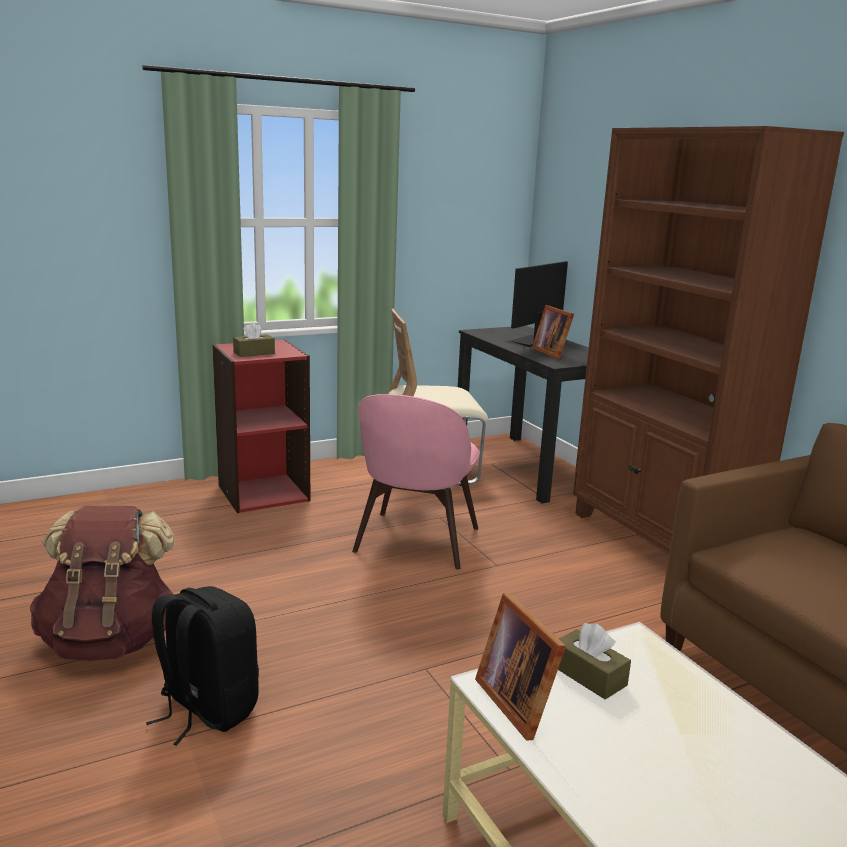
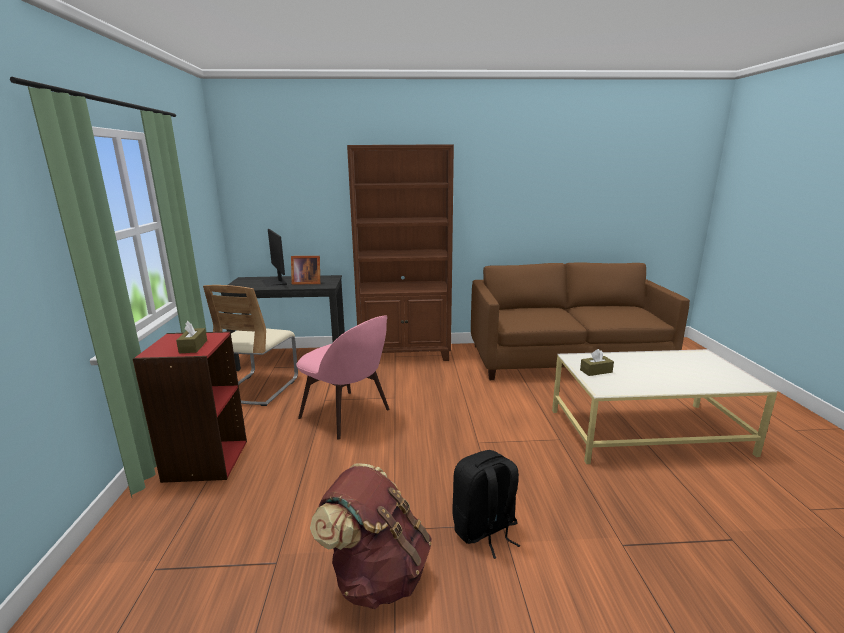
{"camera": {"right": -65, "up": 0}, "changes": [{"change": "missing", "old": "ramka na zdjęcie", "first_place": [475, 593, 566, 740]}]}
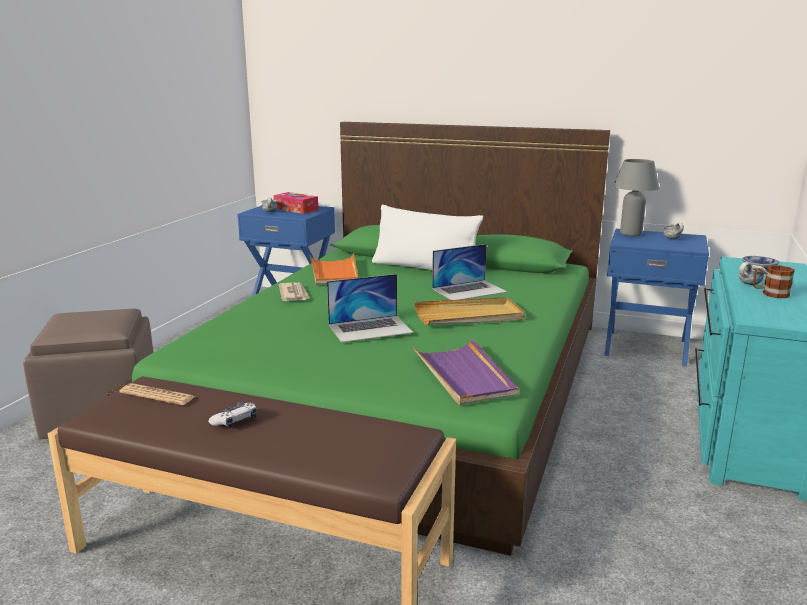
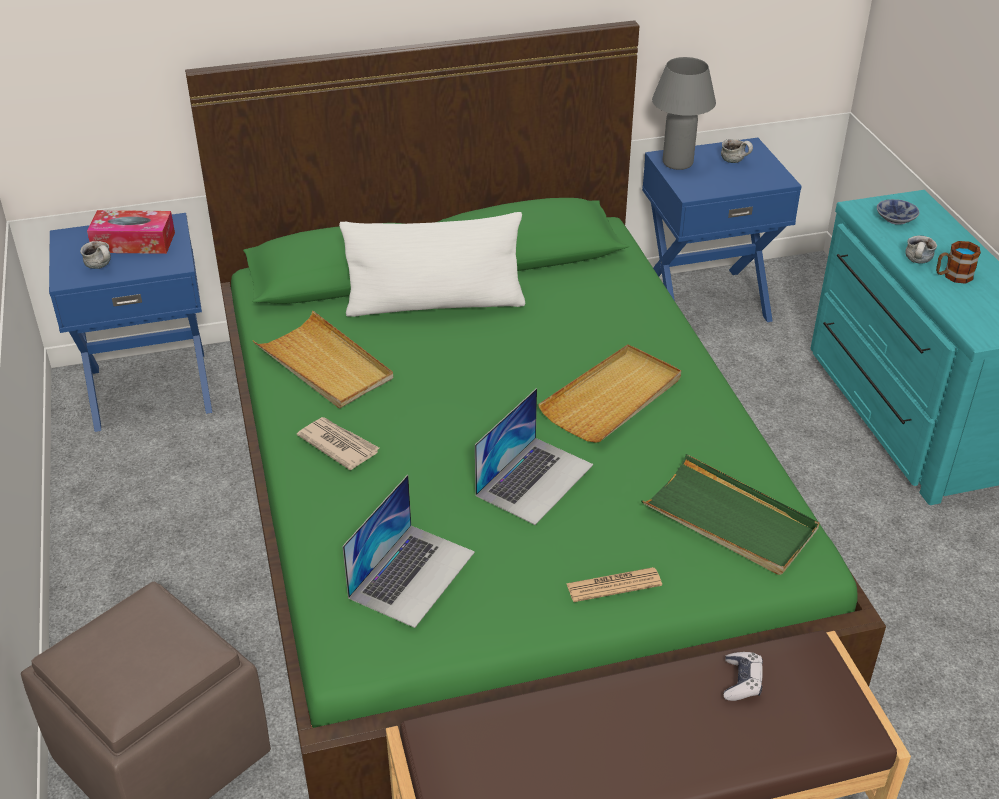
{"camera": {"right": -35, "up": 20}, "changes": [{"change": "relocated", "old": "laptop", "first_place": [432, 244, 507, 300], "second_place": [342, 475, 475, 628]}, {"change": "colour", "old": "taca (pomarańczowy)", "new": "taca (beżowy)", "first_place": [310, 253, 358, 285], "second_place": [253, 311, 393, 408]}, {"change": "colour", "old": "taca (fioletowy)", "new": "taca (zielony)", "first_place": [412, 338, 519, 405], "second_place": [641, 454, 819, 575]}, {"change": "relocated", "old": "gazeta", "first_place": [120, 383, 196, 405], "second_place": [566, 567, 662, 602]}, {"change": "relocated", "old": "pad do gier", "first_place": [208, 402, 257, 428], "second_place": [723, 652, 763, 701]}]}
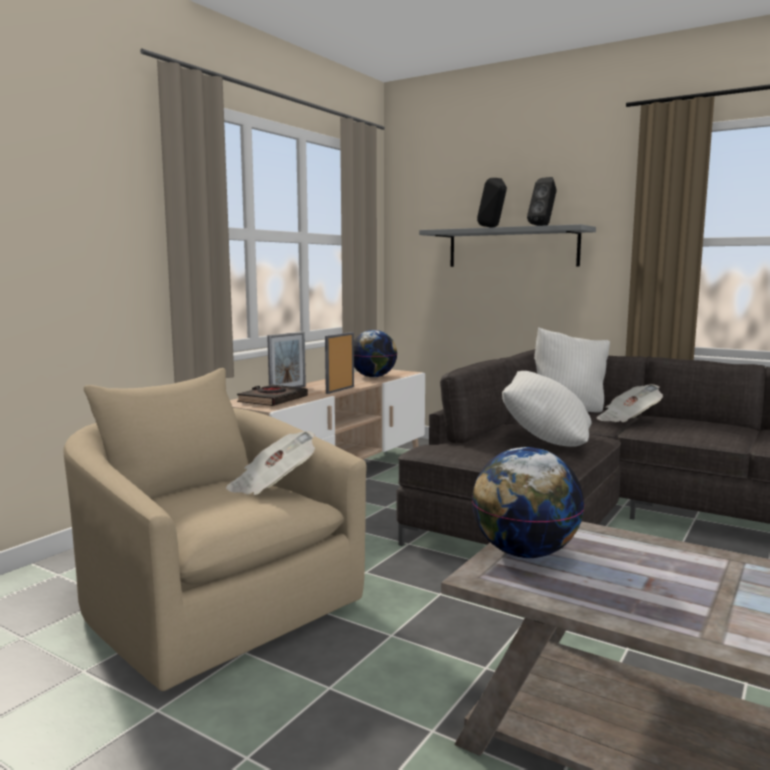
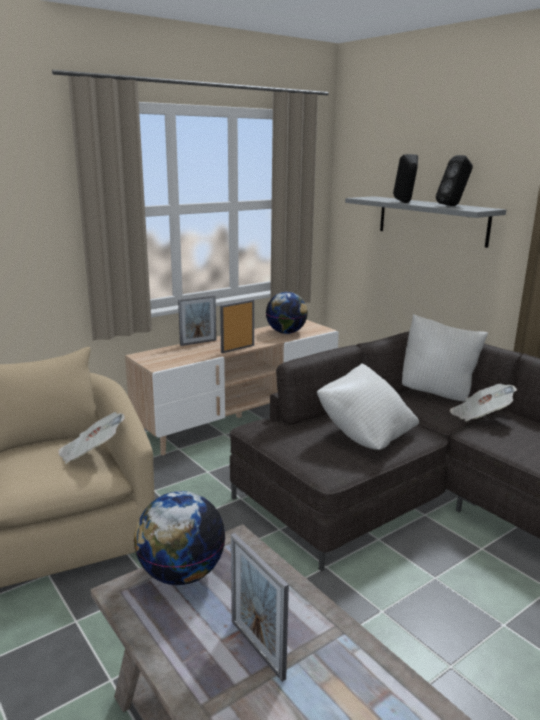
{"camera": {"right": 20, "up": 10}, "changes": [{"change": "missing", "old": "książka (czarny)", "first_place": [237, 385, 308, 406]}, {"change": "appeared", "new": "ramka na zdjęcie", "second_place": [231, 533, 289, 681]}]}
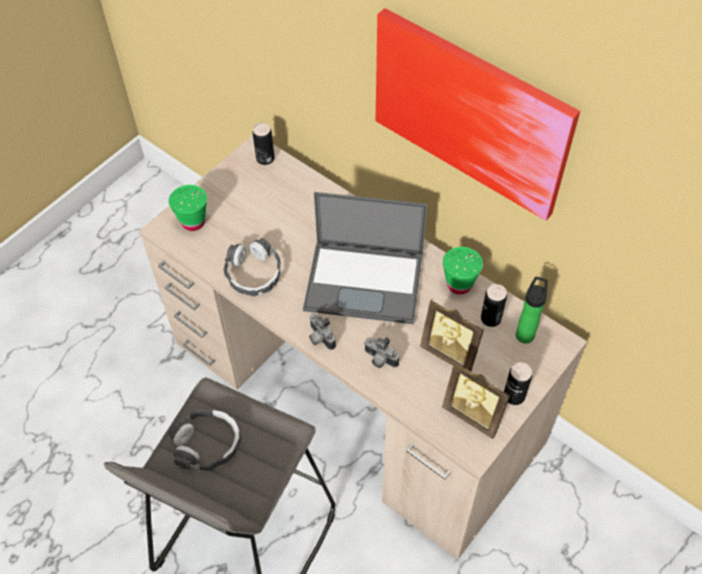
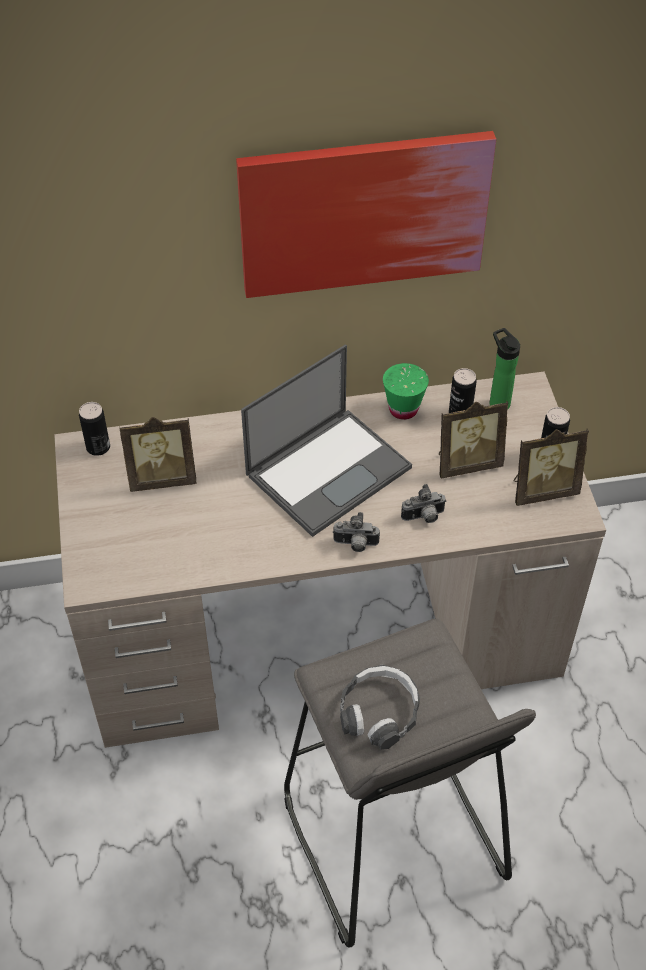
{"camera": {"right": -50, "up": -5}, "changes": [{"change": "missing", "old": "filiżanka (zielony)", "first_place": [169, 185, 207, 231]}, {"change": "missing", "old": "słuchawki", "first_place": [223, 238, 281, 297]}, {"change": "appeared", "new": "ramka na zdjęcie", "second_place": [119, 417, 196, 492]}]}
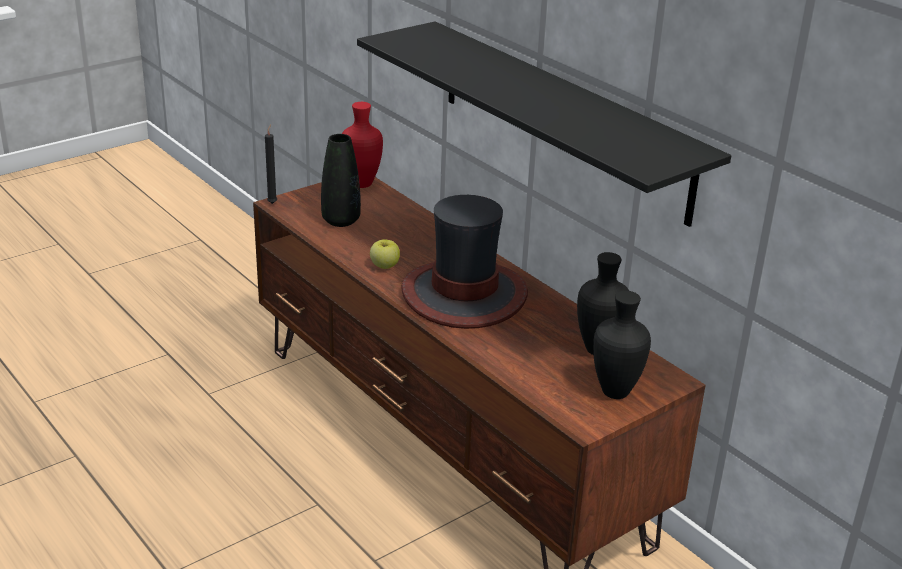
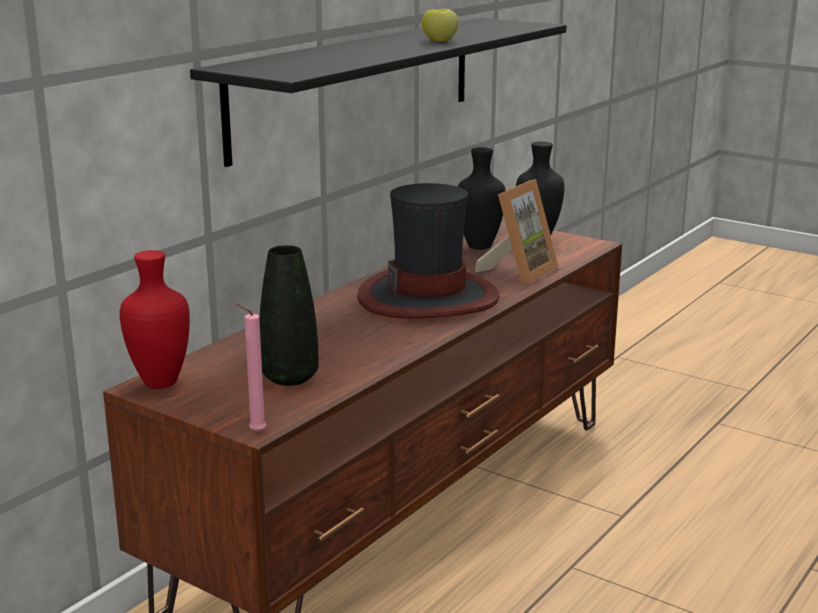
{"camera": {"right": -105, "up": -10}, "changes": [{"change": "colour", "old": "świeca (czarny)", "new": "świeca (różowy)", "first_place": [265, 124, 277, 204], "second_place": [236, 303, 266, 432]}, {"change": "relocated", "old": "jabłko", "first_place": [370, 239, 400, 269], "second_place": [422, 9, 459, 42]}, {"change": "appeared", "new": "ramka na zdjęcie", "second_place": [475, 179, 558, 285]}]}
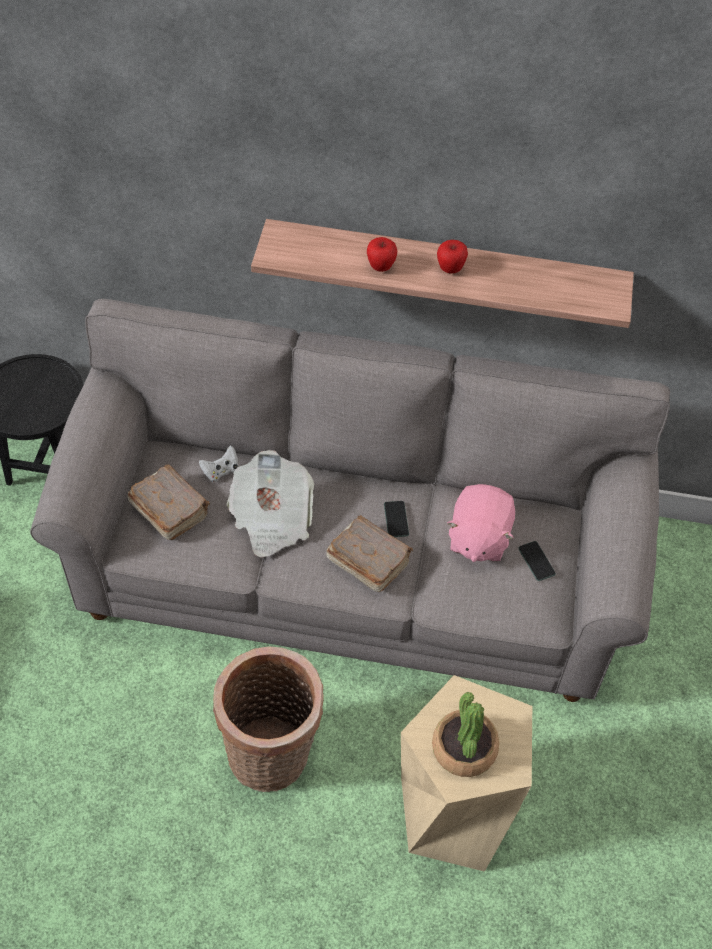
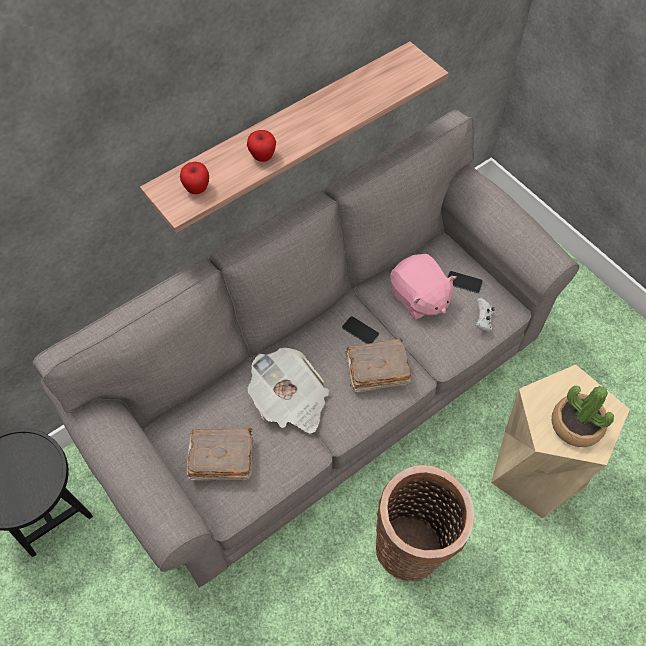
{"camera": {"right": -45, "up": 5}, "changes": [{"change": "relocated", "old": "jabłko", "first_place": [437, 240, 468, 274], "second_place": [180, 162, 209, 194]}, {"change": "relocated", "old": "pad do gier (biały)", "first_place": [199, 446, 238, 482], "second_place": [475, 298, 495, 332]}]}
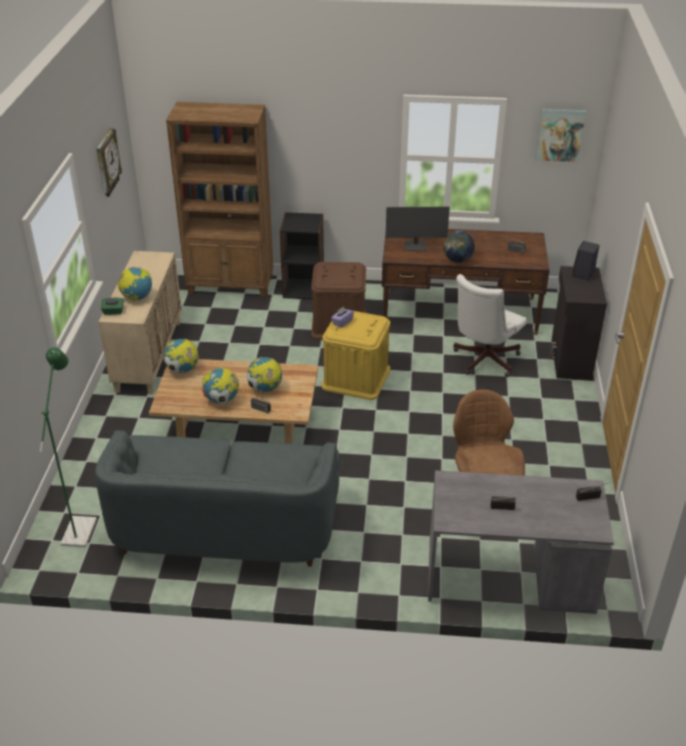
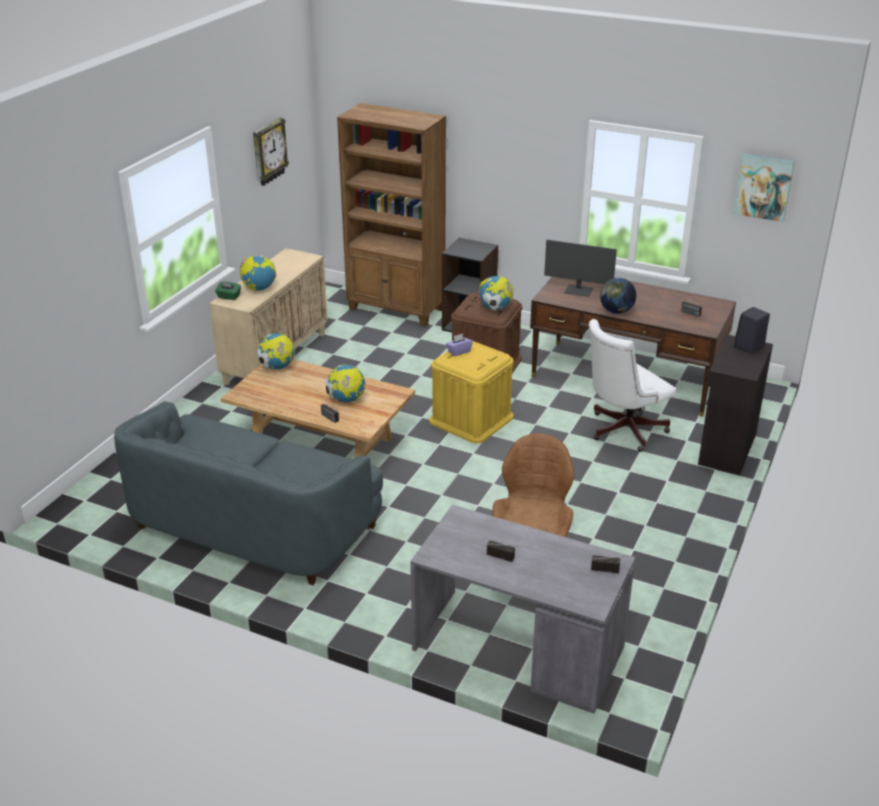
{"camera": {"right": 20, "up": -5}, "changes": [{"change": "missing", "old": "lampa stojąca (zielony)", "first_place": [39, 347, 97, 547]}, {"change": "relocated", "old": "globus", "first_place": [202, 367, 239, 405], "second_place": [478, 276, 513, 311]}]}
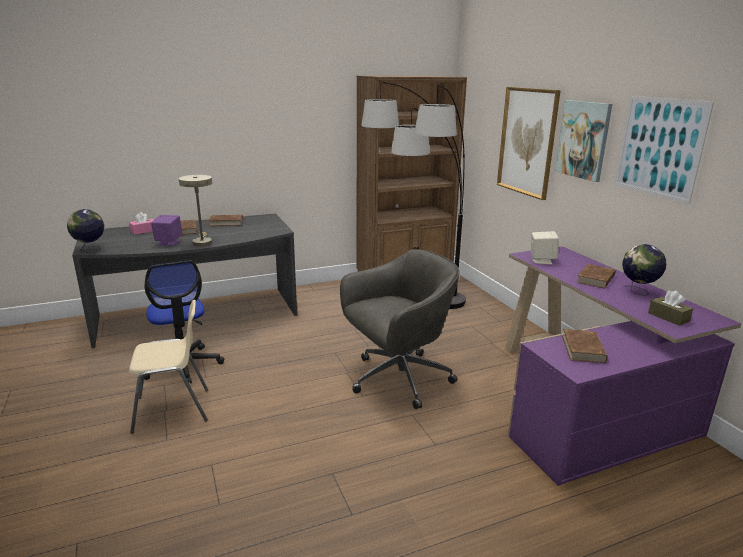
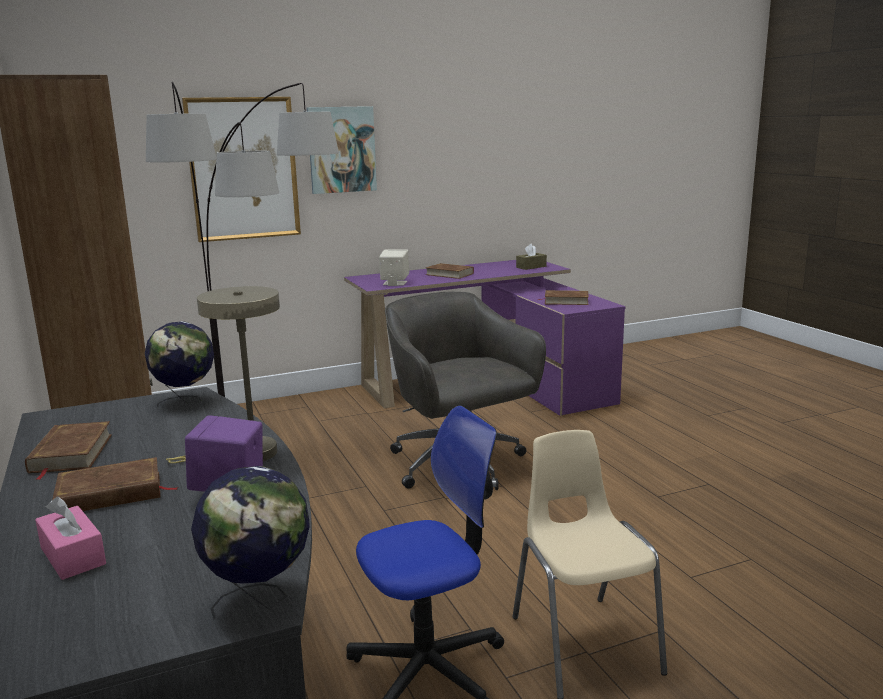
{"camera": {"right": -90, "up": -5}, "changes": [{"change": "missing", "old": "obraz", "first_place": [614, 96, 714, 204]}, {"change": "relocated", "old": "globus", "first_place": [622, 244, 666, 296], "second_place": [145, 321, 214, 407]}]}
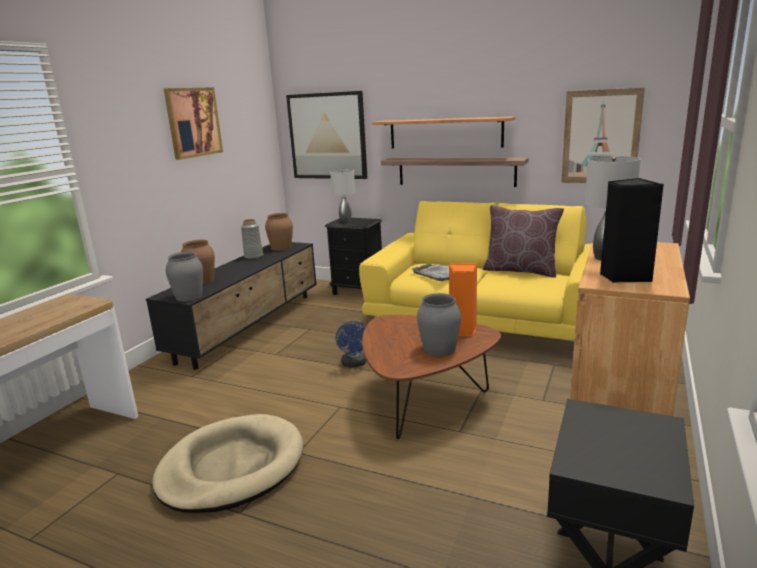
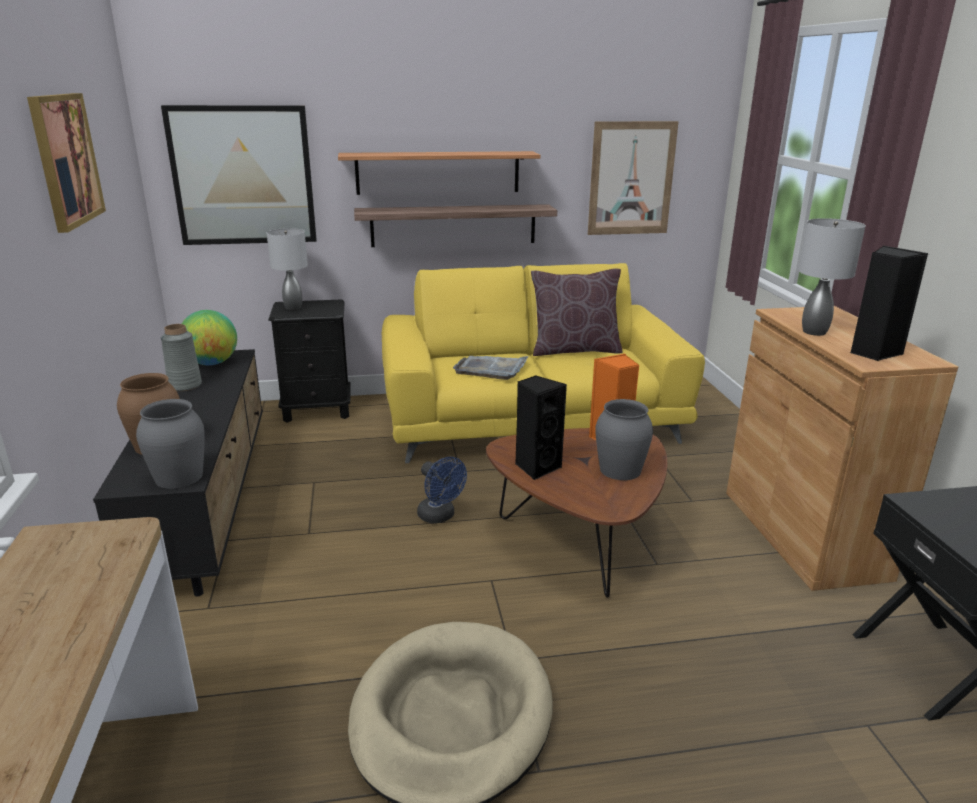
{"camera": {"right": -35, "up": 5}, "changes": [{"change": "exchanged", "old": "wazon (brązowy)", "new": "globus", "first_place": [265, 213, 293, 251], "second_place": [182, 310, 237, 365]}, {"change": "appeared", "new": "głośnik (czarny)", "second_place": [515, 375, 567, 480]}]}
